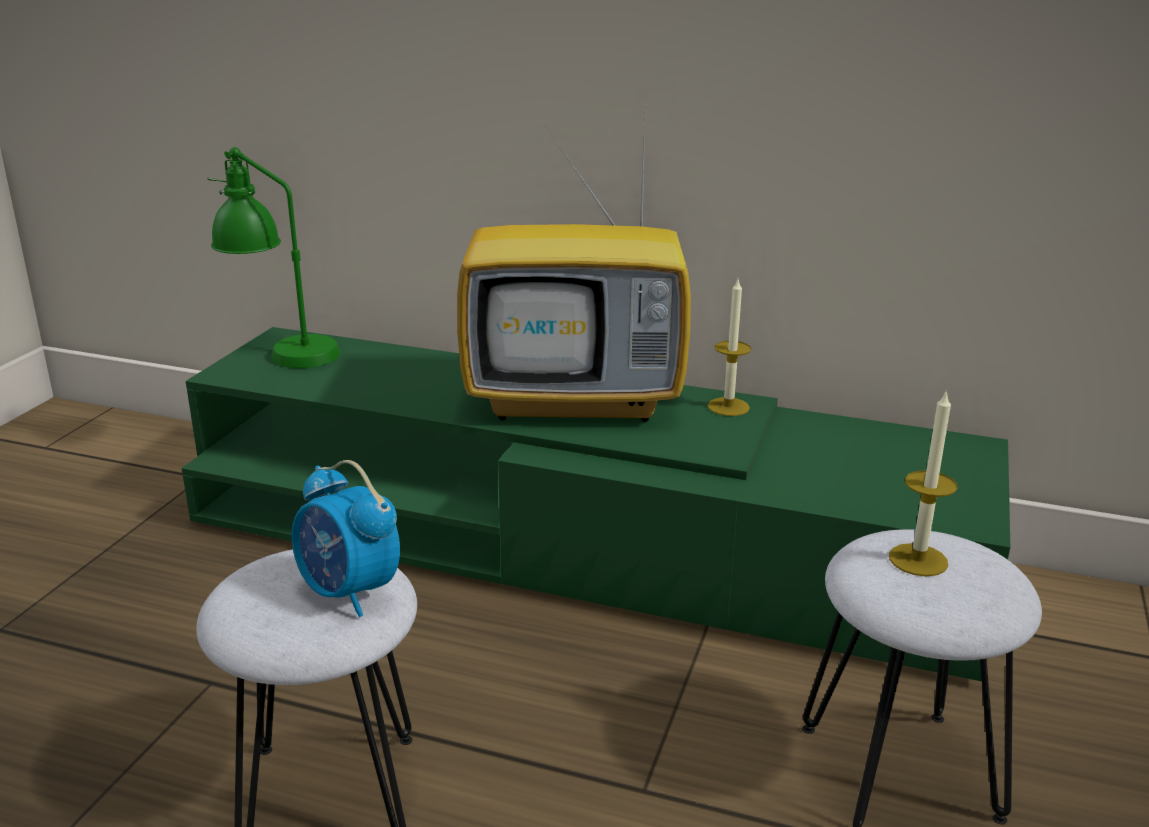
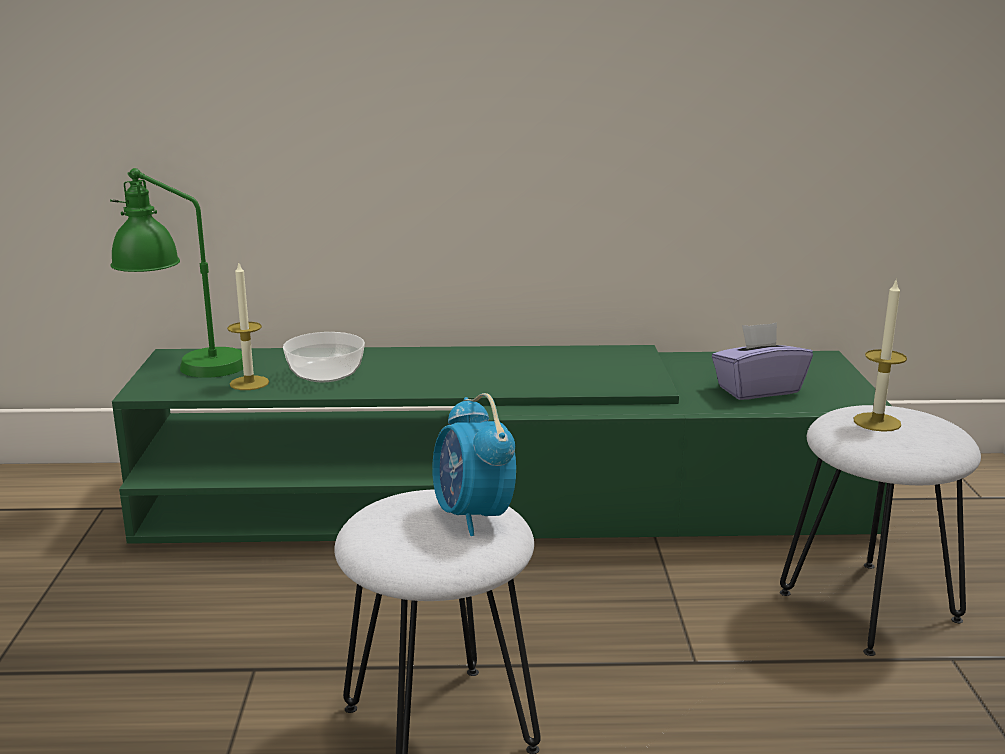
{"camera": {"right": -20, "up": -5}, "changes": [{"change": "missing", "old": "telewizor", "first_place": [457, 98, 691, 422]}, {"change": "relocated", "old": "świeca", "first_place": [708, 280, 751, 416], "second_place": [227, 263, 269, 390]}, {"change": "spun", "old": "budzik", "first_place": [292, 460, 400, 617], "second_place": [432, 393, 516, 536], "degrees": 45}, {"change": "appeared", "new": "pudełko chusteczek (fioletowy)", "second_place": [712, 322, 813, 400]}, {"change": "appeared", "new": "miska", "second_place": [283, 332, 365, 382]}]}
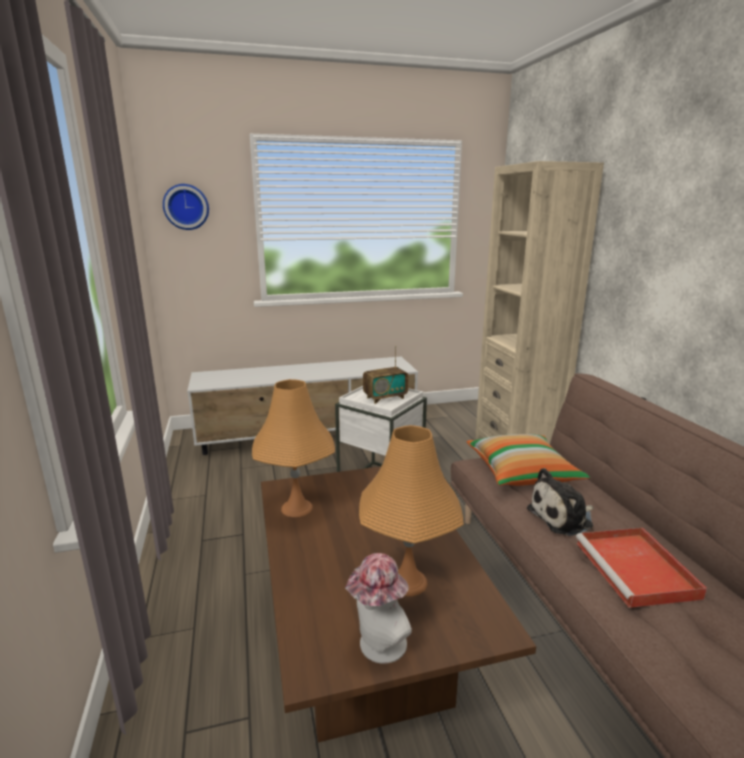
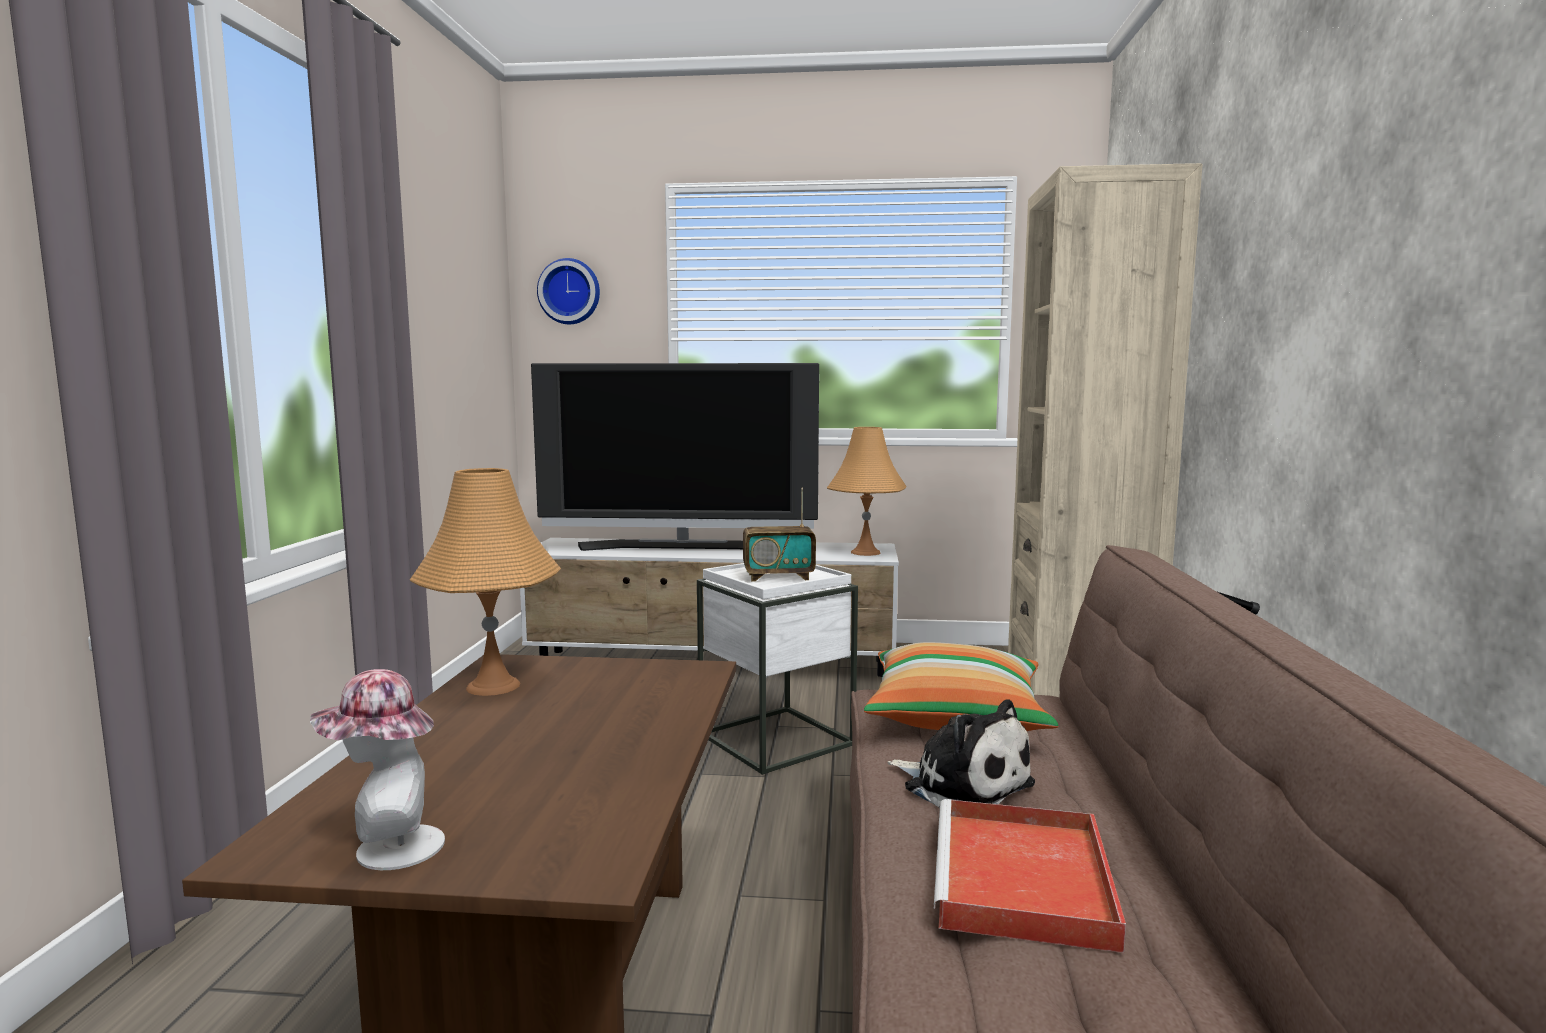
{"camera": {"right": 20, "up": -10}, "changes": [{"change": "relocated", "old": "lampa stołowa (pomarańczowy)", "first_place": [359, 425, 464, 596], "second_place": [827, 427, 906, 556]}, {"change": "spun", "old": "pluszak", "first_place": [526, 468, 594, 536], "second_place": [887, 700, 1035, 808], "degrees": -135}, {"change": "appeared", "new": "telewizor", "second_place": [531, 363, 819, 551]}]}
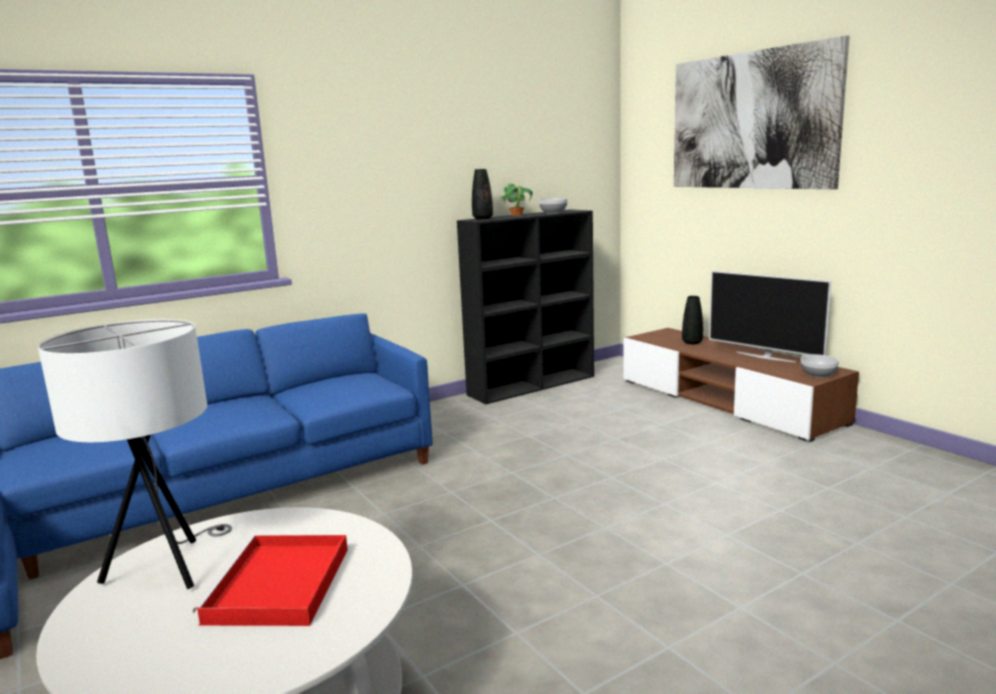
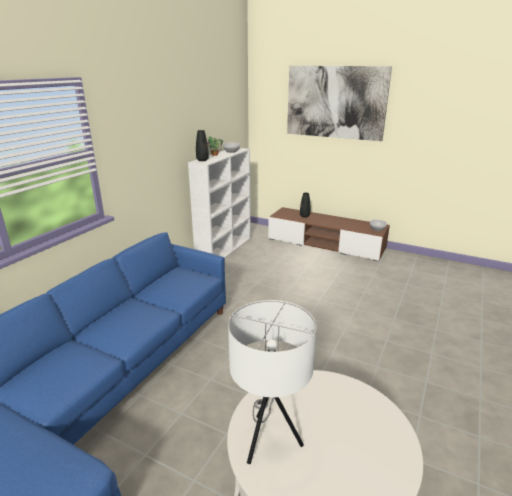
{"camera": {"right": -30, "up": 10}, "changes": [{"change": "colour", "old": "regał (czarny)", "new": "regał (biały)", "first_place": [457, 209, 594, 405], "second_place": [188, 148, 251, 258]}, {"change": "missing", "old": "telewizor", "first_place": [709, 271, 831, 363]}, {"change": "missing", "old": "taca (czerwony)", "first_place": [193, 535, 348, 626]}]}
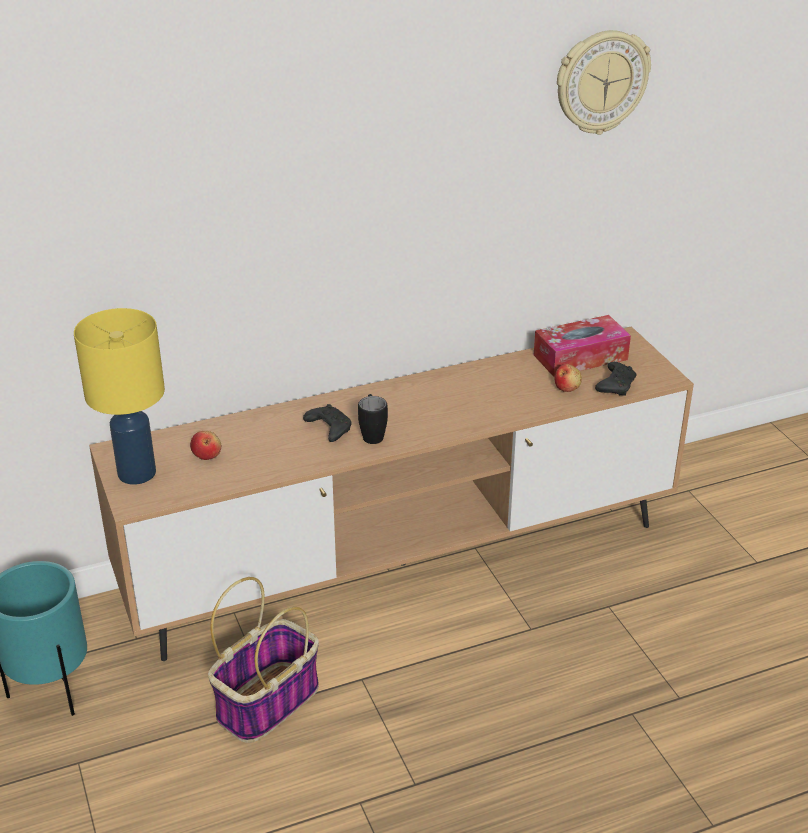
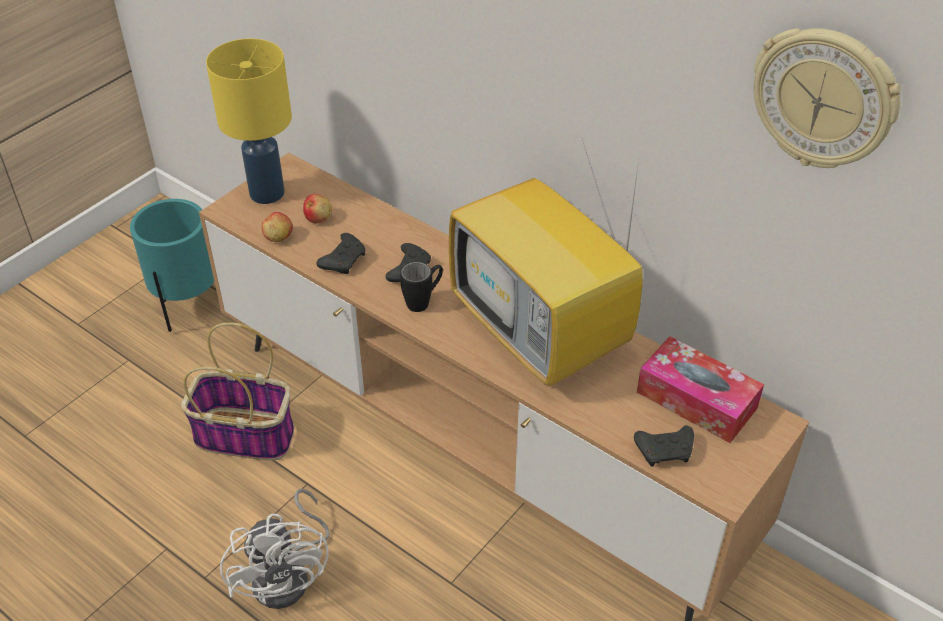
{"camera": {"right": 60, "up": 10}, "changes": [{"change": "relocated", "old": "jabłko", "first_place": [555, 364, 582, 392], "second_place": [262, 212, 293, 242]}, {"change": "appeared", "new": "telewizor", "second_place": [449, 137, 643, 387]}, {"change": "appeared", "new": "pad do gier (czarny)", "second_place": [316, 233, 365, 274]}, {"change": "appeared", "new": "wentylator (biały)", "second_place": [220, 489, 330, 609]}]}
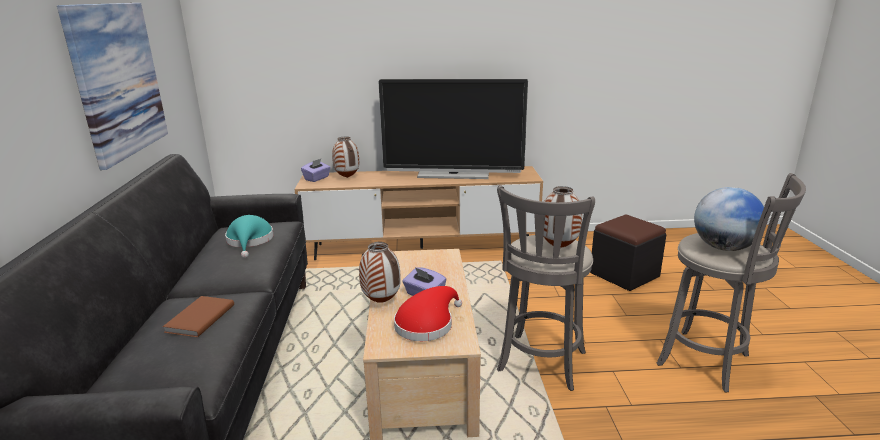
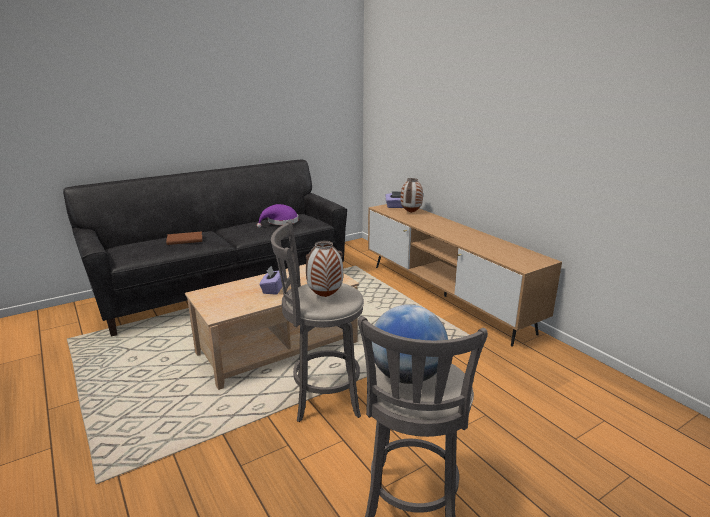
{"camera": {"right": 60, "up": 0}, "changes": [{"change": "missing", "old": "obraz", "first_place": [57, 3, 168, 170]}, {"change": "missing", "old": "telewizor", "first_place": [378, 79, 528, 179]}, {"change": "colour", "old": "kapelusz (turkusowy)", "new": "kapelusz (fioletowy)", "first_place": [225, 215, 274, 258], "second_place": [257, 204, 298, 228]}, {"change": "missing", "old": "pufa (czarny)", "first_place": [590, 215, 667, 291]}, {"change": "missing", "old": "wazon", "first_place": [359, 242, 401, 303]}, {"change": "missing", "old": "kapelusz (czerwony)", "first_place": [394, 286, 462, 341]}]}
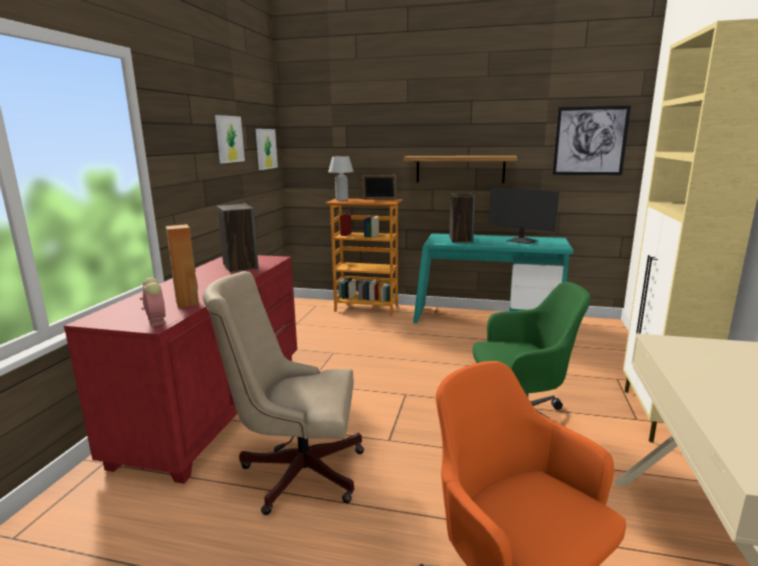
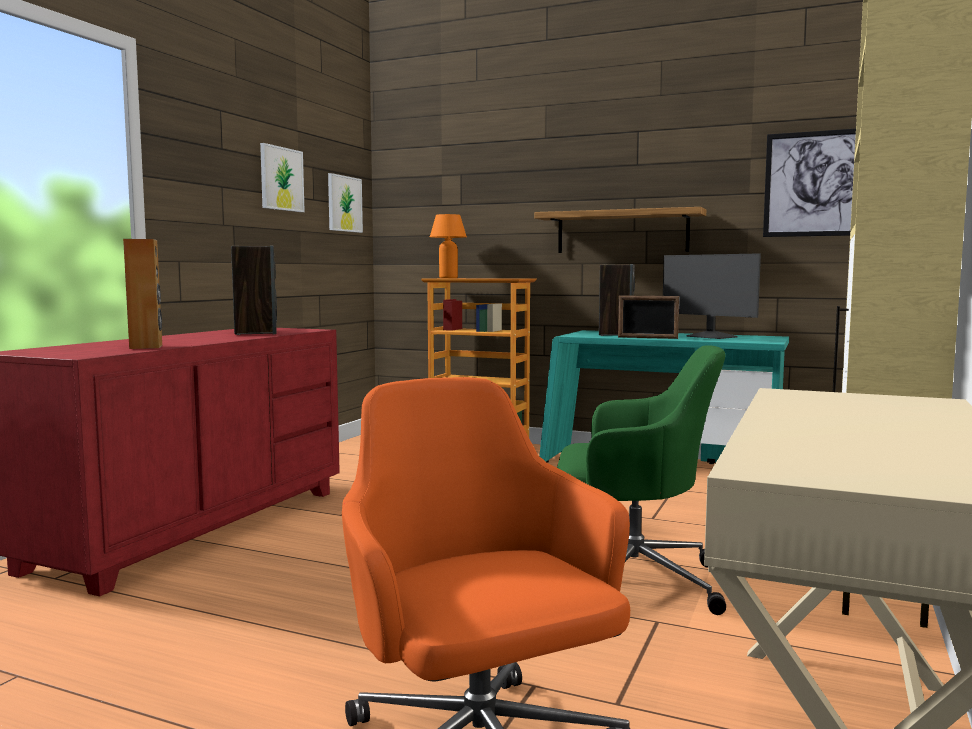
{"camera": {"right": 10, "up": -10}, "changes": [{"change": "colour", "old": "lampa stołowa (biały)", "new": "lampa stołowa (pomarańczowy)", "first_place": [328, 156, 354, 201], "second_place": [430, 214, 467, 278]}, {"change": "relocated", "old": "ramka na zdjęcie", "first_place": [362, 175, 396, 200], "second_place": [618, 295, 679, 339]}, {"change": "missing", "old": "krzesło biurowe (beżowy)", "first_place": [203, 271, 364, 515]}, {"change": "missing", "old": "budzik", "first_place": [140, 278, 166, 327]}]}
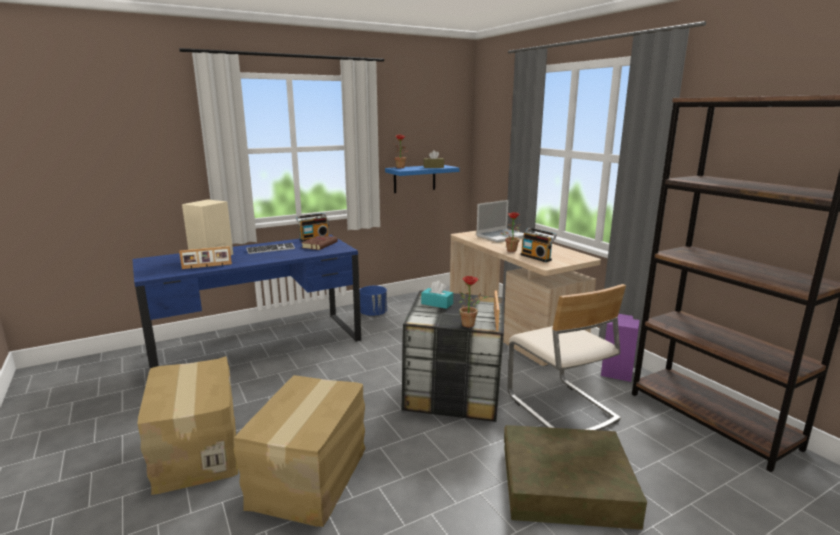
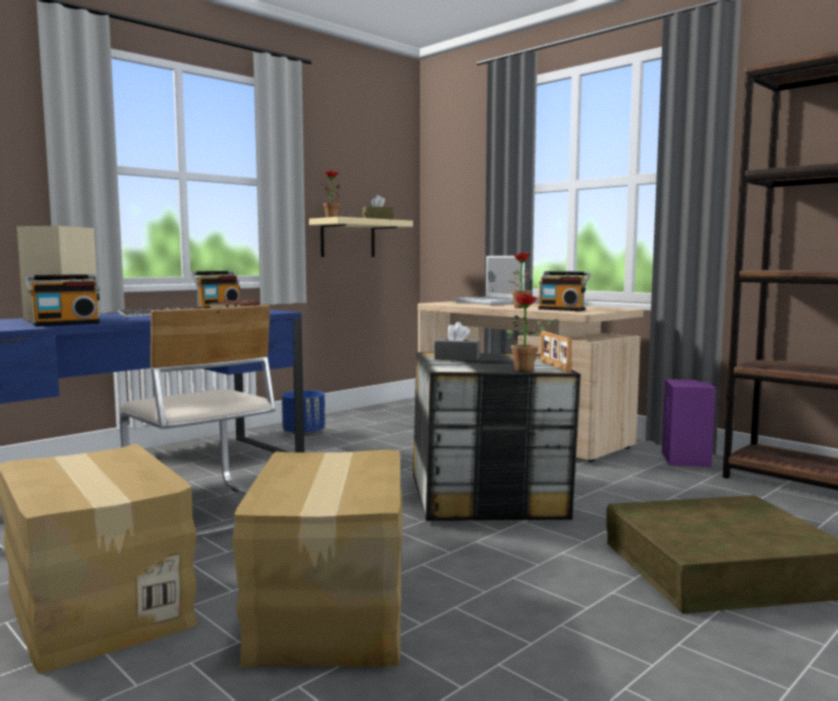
{"camera": {"right": -15, "up": -10}, "changes": [{"change": "colour", "old": "półka (niebieski)", "new": "półka (beżowy)", "first_place": [385, 165, 459, 193], "second_place": [309, 217, 413, 257]}, {"change": "spun", "old": "laptop", "first_place": [476, 200, 524, 243], "second_place": [454, 256, 525, 305], "degrees": 105}, {"change": "exchanged", "old": "ramka na zdjęcie", "new": "radio", "first_place": [179, 246, 232, 269], "second_place": [26, 274, 100, 327]}, {"change": "colour", "old": "pudełko chusteczek (turkusowy)", "new": "pudełko chusteczek (szary)", "first_place": [421, 281, 453, 309], "second_place": [434, 322, 481, 361]}, {"change": "relocated", "old": "krzesło (beżowy)", "first_place": [508, 284, 626, 430], "second_place": [119, 305, 275, 538]}]}
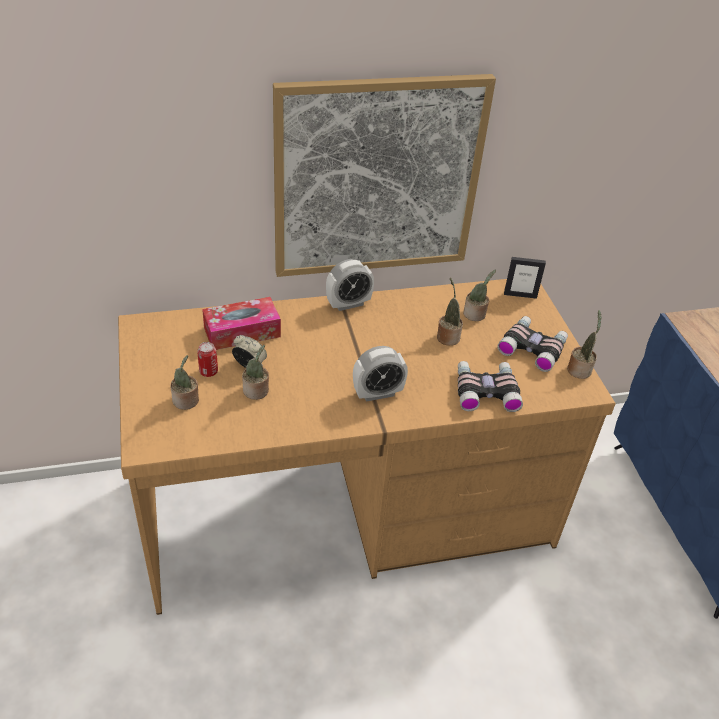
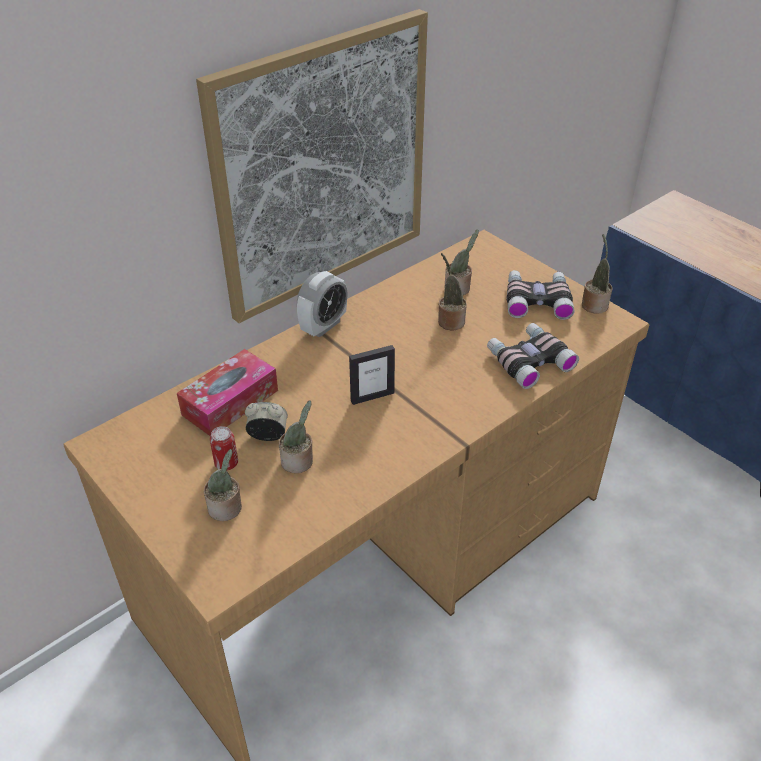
{"camera": {"right": -25, "up": 0}, "changes": [{"change": "relocated", "old": "ramka na zdjęcie", "first_place": [504, 257, 546, 299], "second_place": [349, 345, 395, 405]}, {"change": "missing", "old": "budzik", "first_place": [353, 346, 408, 402]}]}
